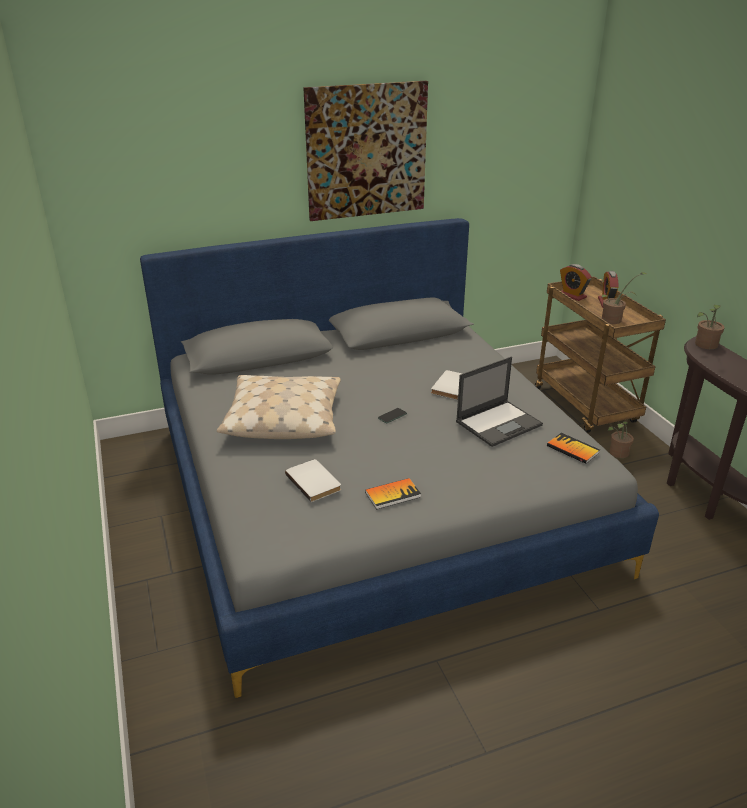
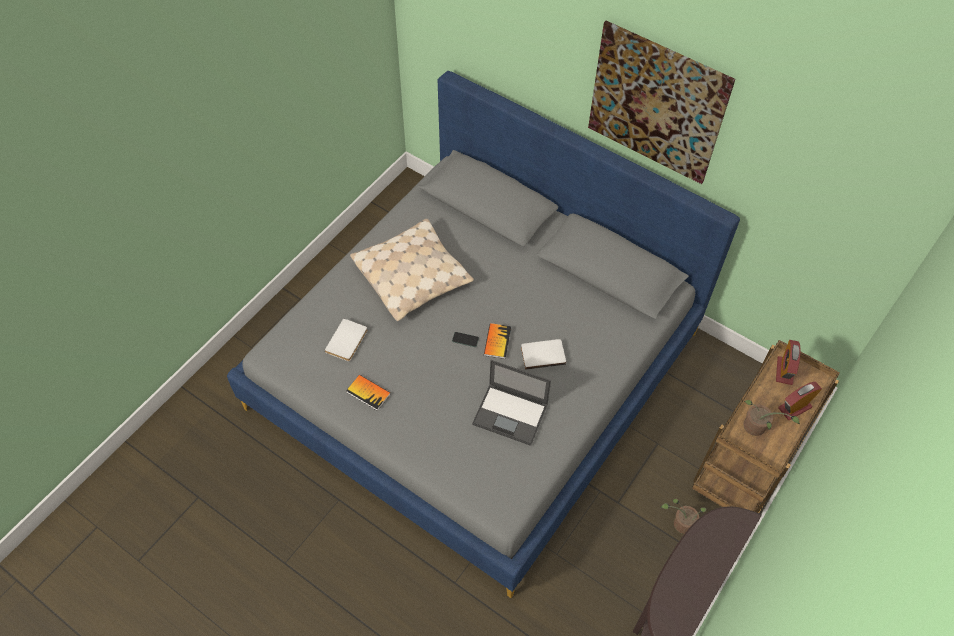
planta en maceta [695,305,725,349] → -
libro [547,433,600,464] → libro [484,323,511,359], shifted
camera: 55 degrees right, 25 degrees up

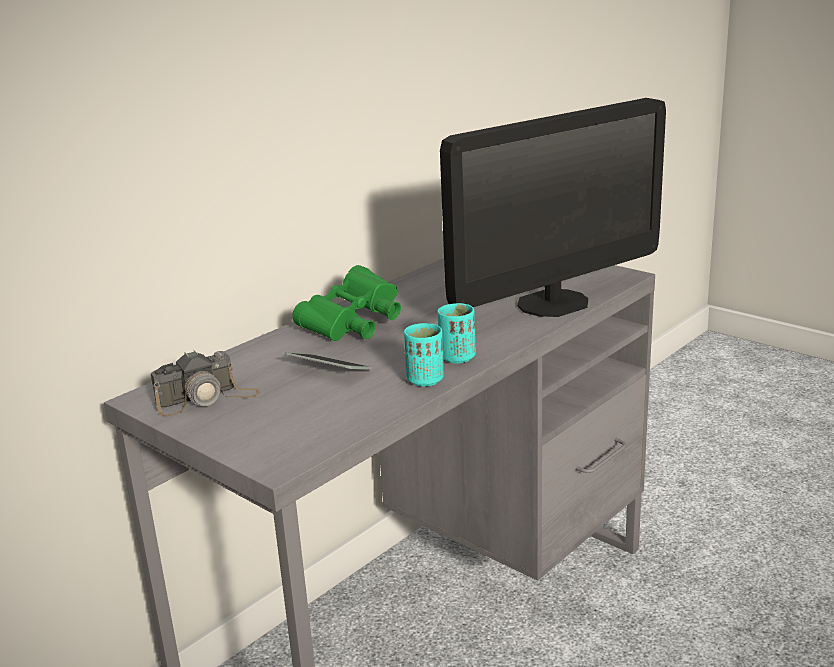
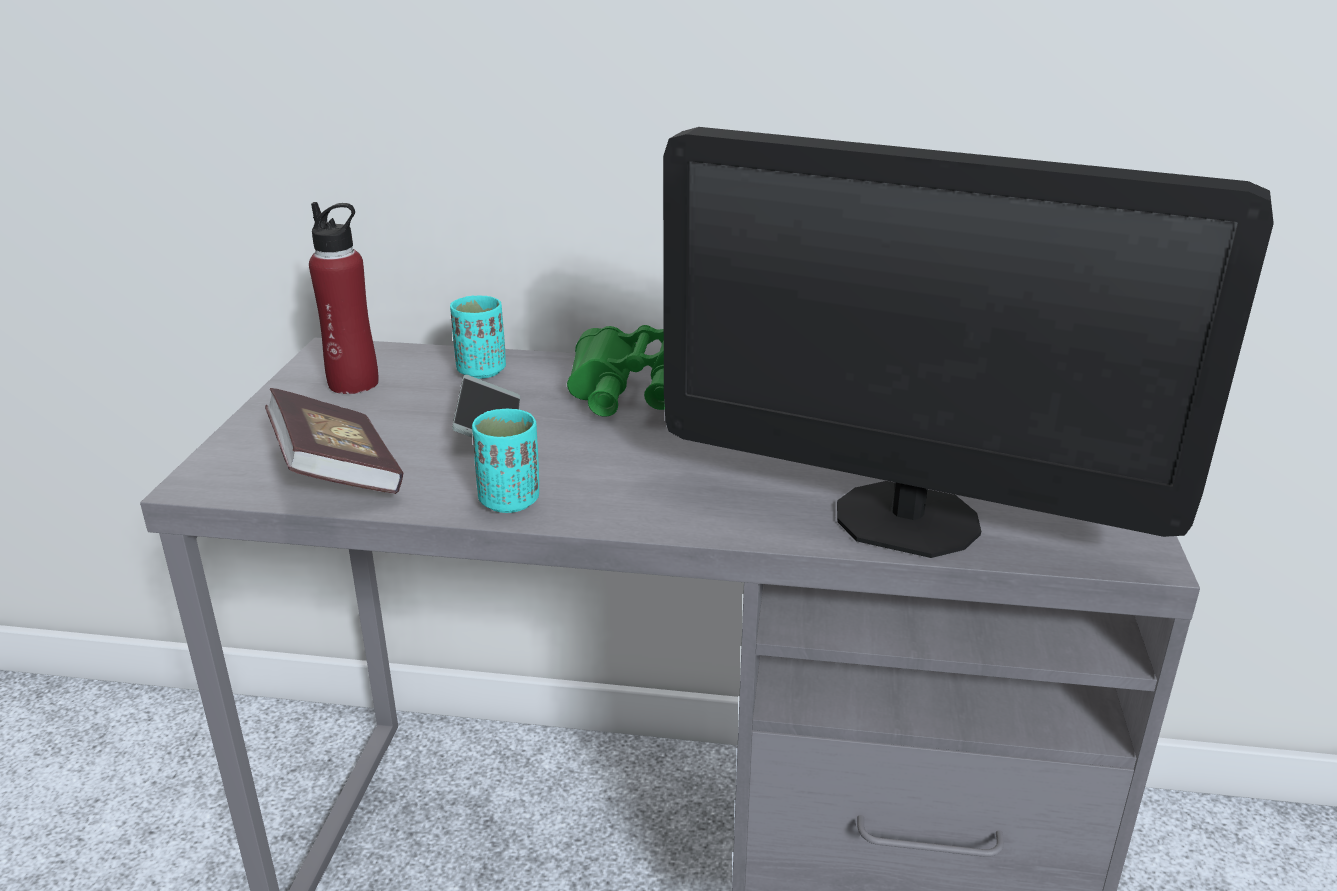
taza [turquesa] [437,303,476,363] → taza [turquesa] [450,295,506,379], shifted
cámara [151,350,260,416] → botella [rojo] [309,202,379,394]
- → libro [265,388,403,494]
camera: 55 degrees right, 5 degrees up

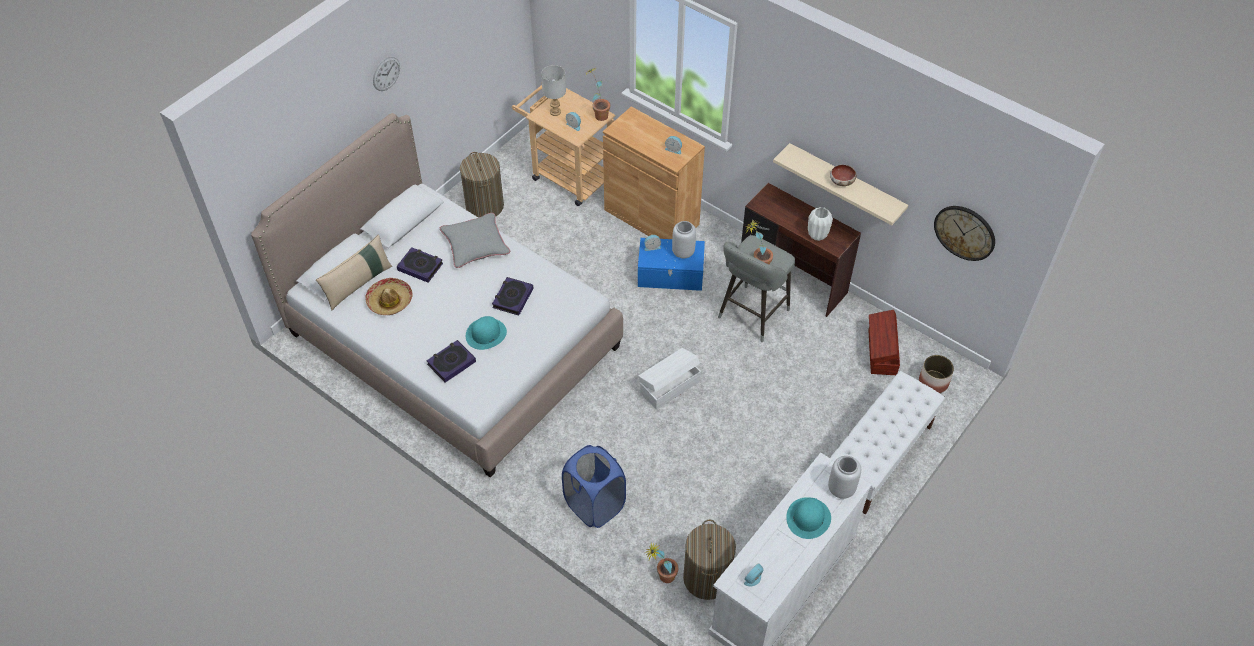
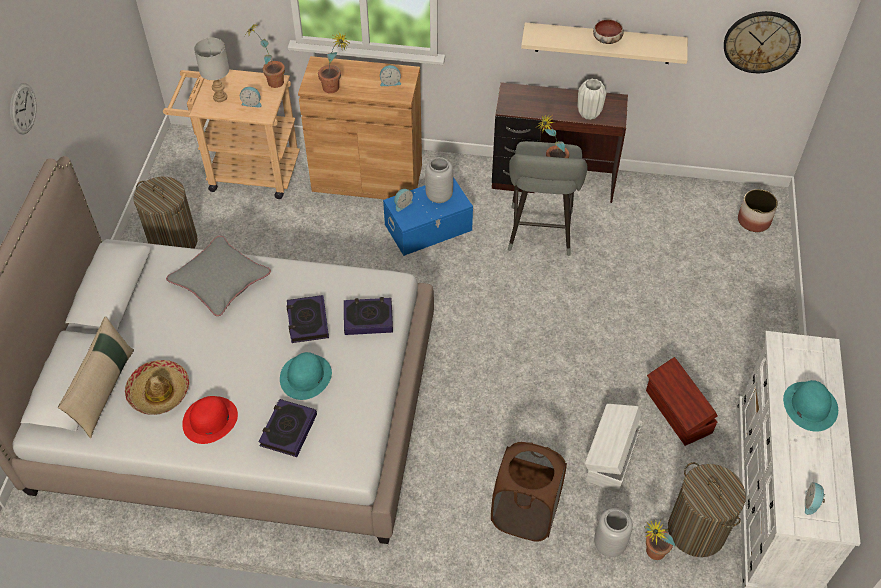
libro [397,247,443,283] → libro [344,297,393,335], shifted
caja de almacenaje [marrón] [869,310,900,375] → caja de almacenaje [marrón] [646,357,718,446], shifted
caja de almacenaje [blanco] [638,348,701,410] → caja de almacenaje [blanco] [585,404,642,493], shifted
banco [blanco] [830,371,945,515] → -
cesto de la ropa [azul] [562,445,626,528] → cesto de la ropa [marrón] [491,442,567,542]
florero [gris] [828,456,861,499] → florero [gris] [594,508,633,557], shifted
- → planta en maceta [318,31,351,93]
- → sombrero [rojo] [182,396,238,444]
camera: 30 degrees left, 0 degrees up

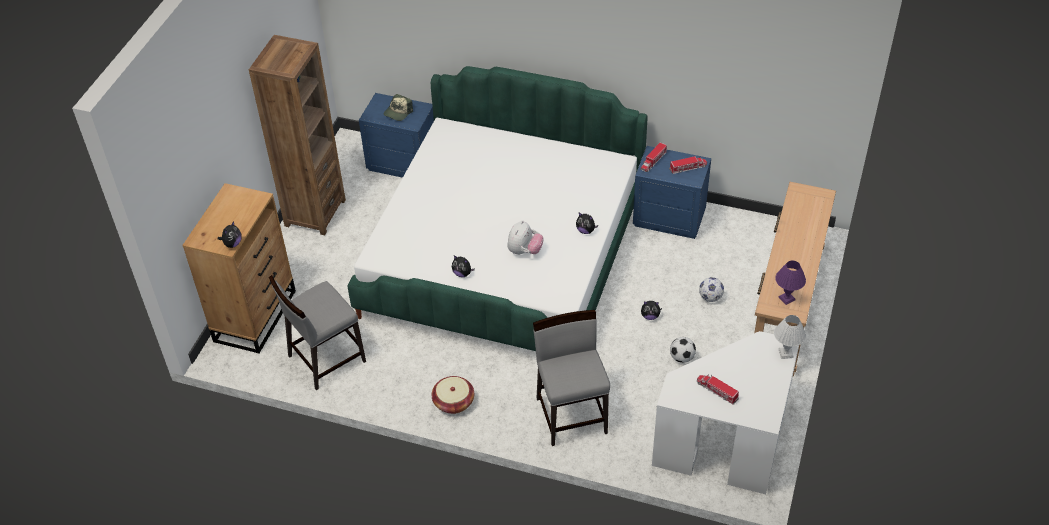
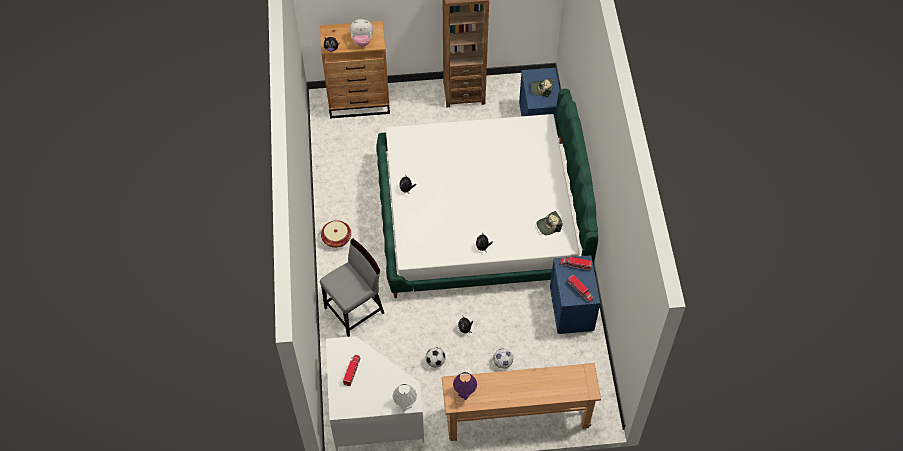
peluche [508,220,543,255] → peluche [350,19,374,47], shifted
silla [gris] [269,275,366,390] → -
- → gorra [536,211,563,235]
camera: 65 degrees right, 10 degrees up

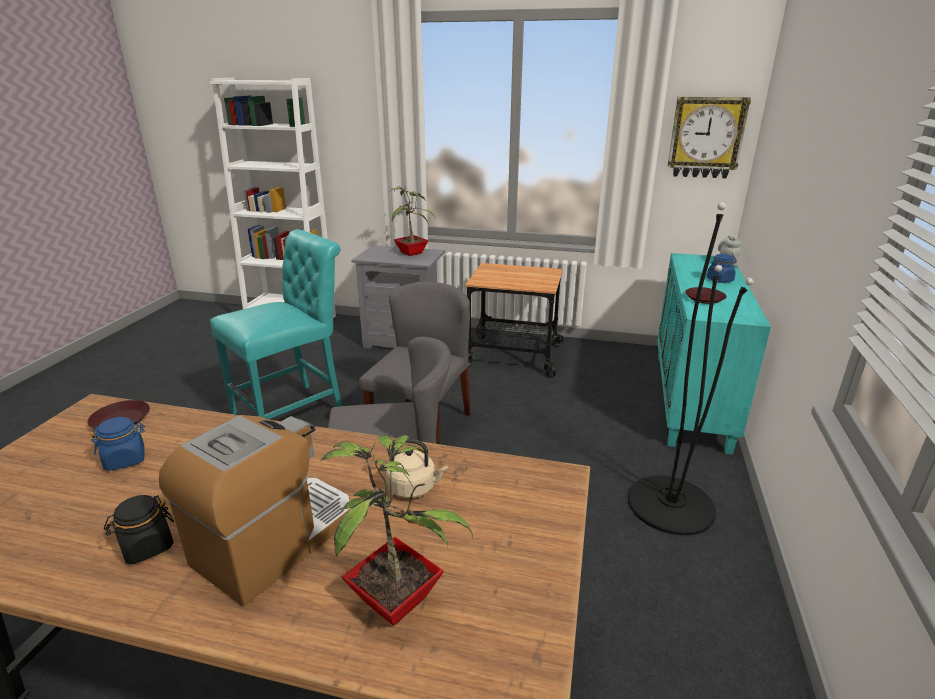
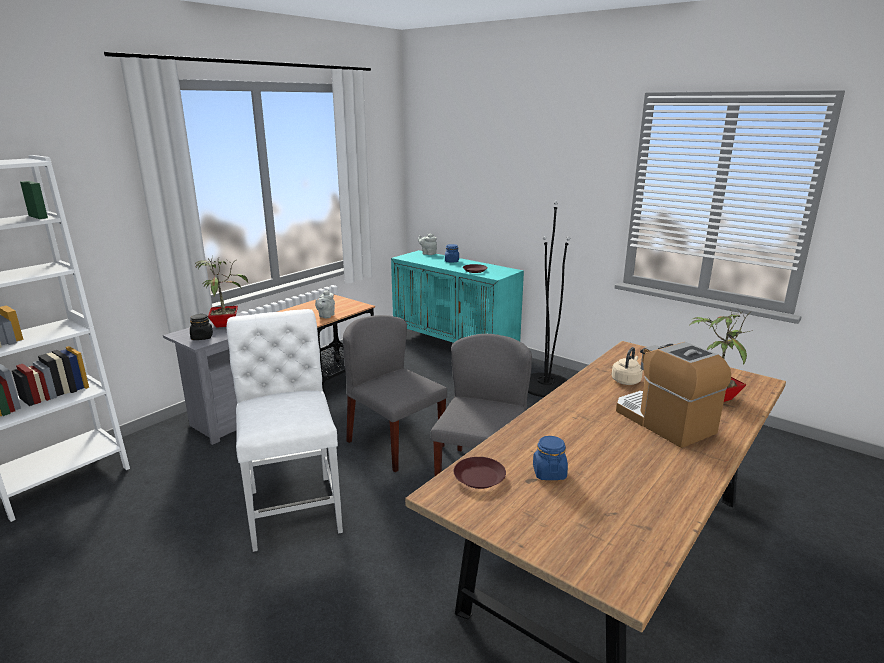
reloj de pared [667,97,751,178] → -
silla [turquesa] [210,229,342,419] → silla [blanco] [227,309,343,552]
tarro [negro] [104,495,174,564] → tarro [negro] [190,314,213,340], shifted
- → tetera [gris] [315,289,335,318]
camera: 65 degrees left, 5 degrees down

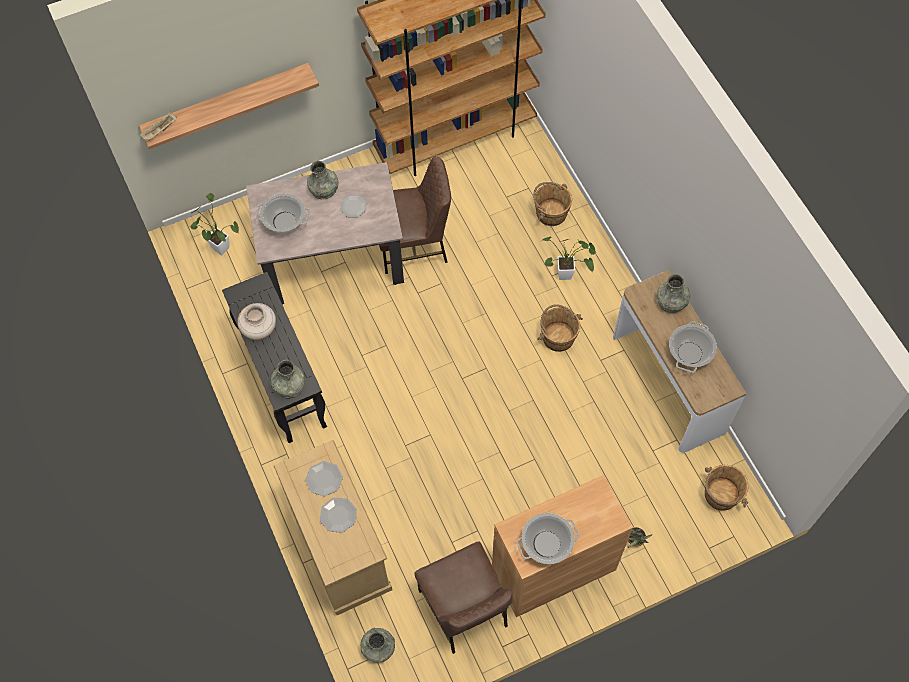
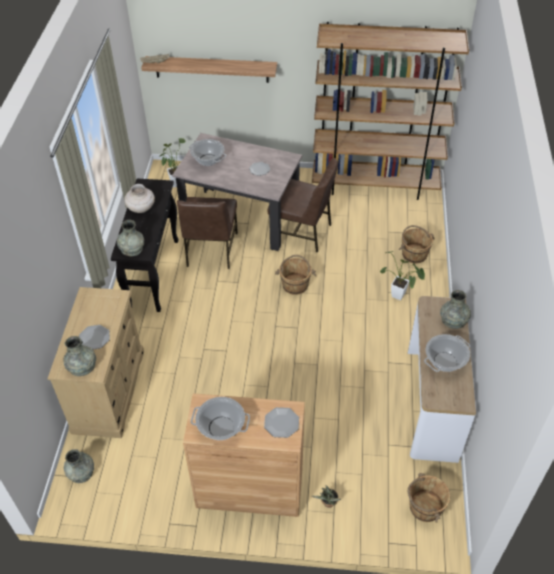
florero [gris] [307,161,338,199] → florero [gris] [63,336,96,376], shifted
cubo [marrón] [537,304,583,352] → cubo [marrón] [275,255,317,295], shifted
plato [305,461,343,496] → plato [264,407,299,438], shifted
silla [marrón] [414,541,512,654] → silla [marrón] [177,197,238,269], shifted
camera: 30 degrees right, 15 degrees down

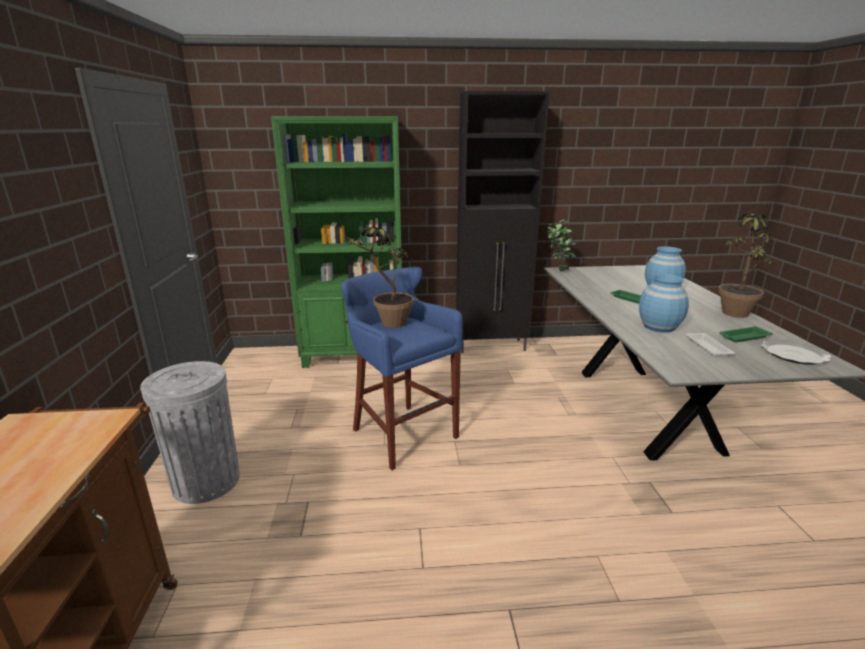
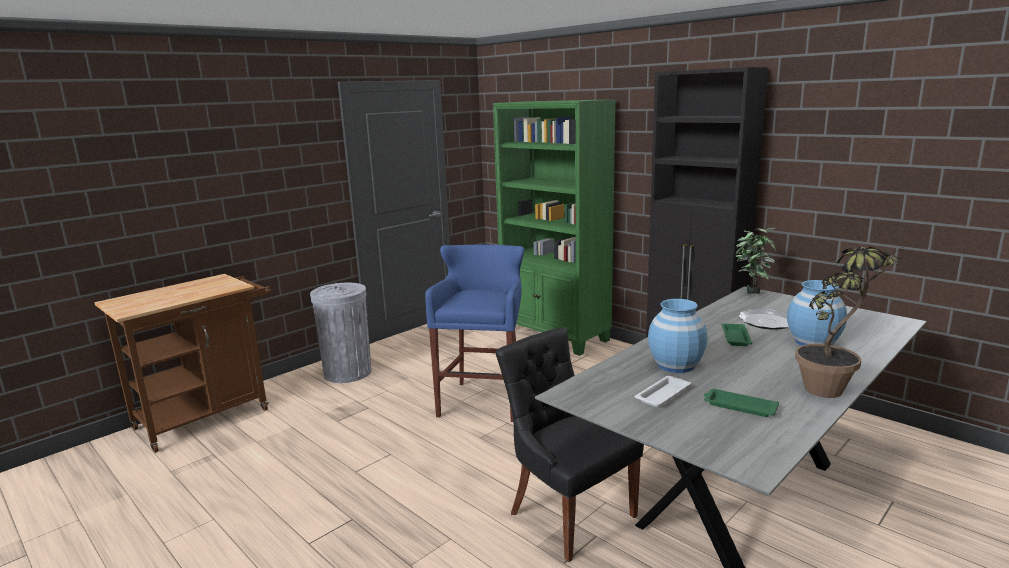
planta en maceta [344,227,414,328] → -
plato [761,339,831,365] → plato [738,309,789,330], shifted
- → silla [negro] [496,327,644,562]
camera: 50 degrees right, 5 degrees down

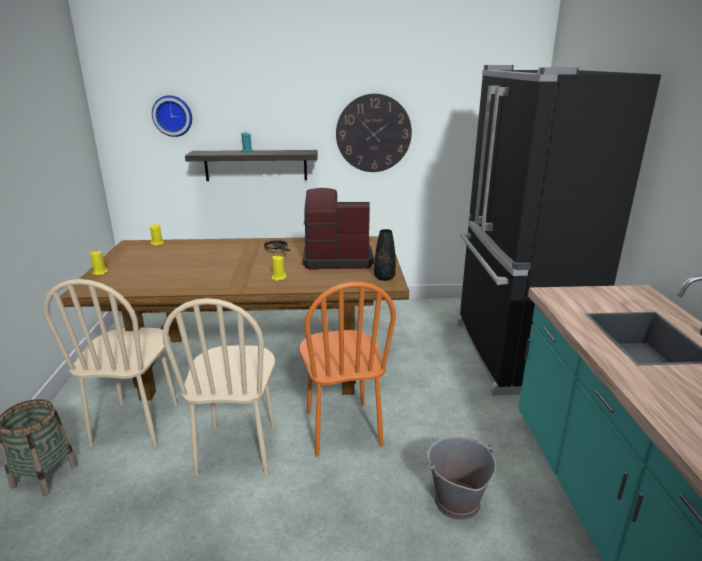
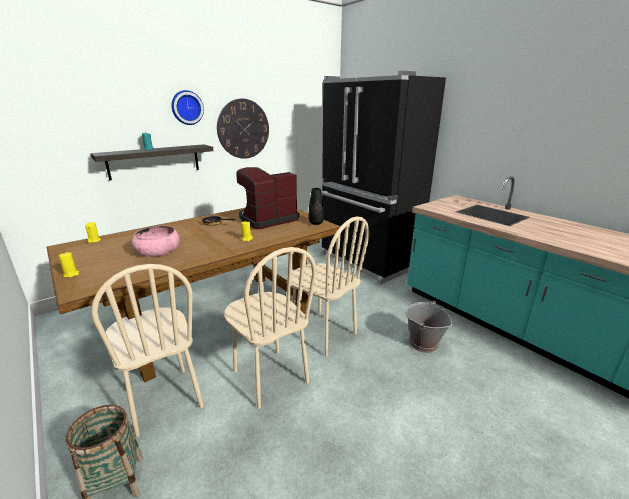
reloj de pared [152,95,192,137] → reloj de pared [171,90,204,125], shifted
silla [naranja] [299,282,396,457] → silla [beis] [287,216,369,357]
- → cuenco [rosa] [132,226,180,257]
camera: 35 degrees left, 0 degrees up

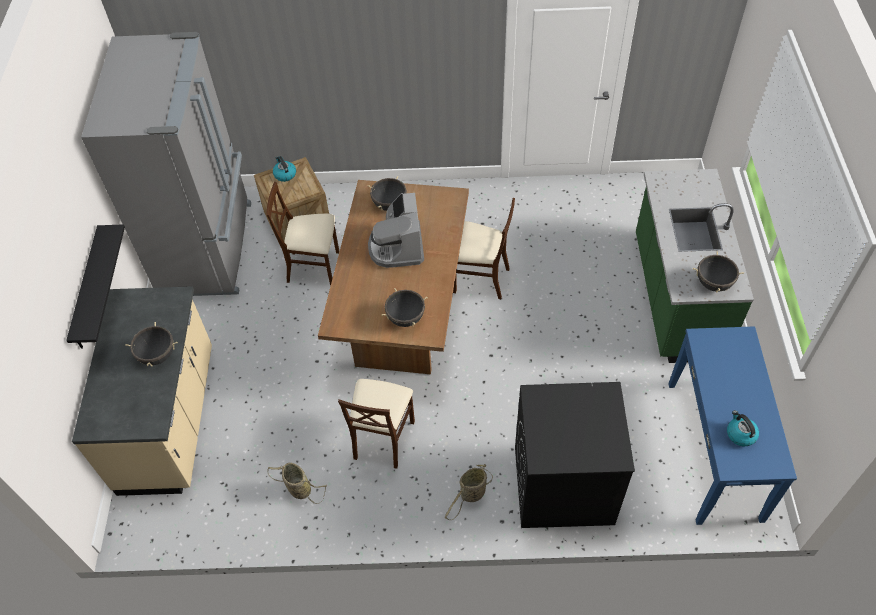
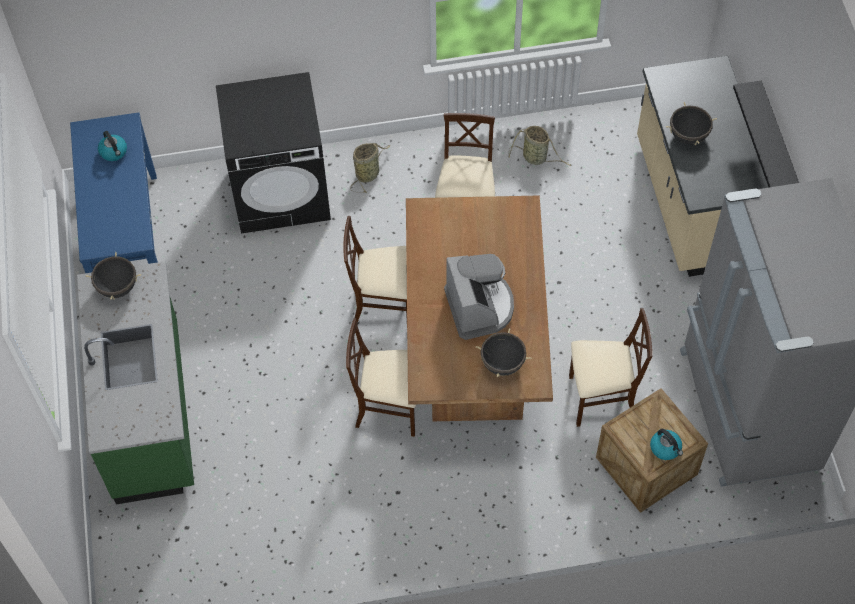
olla [negro] [382,288,428,327] → -
- → silla [beis] [343,216,407,323]
camera: 170 degrees right, 5 degrees up

